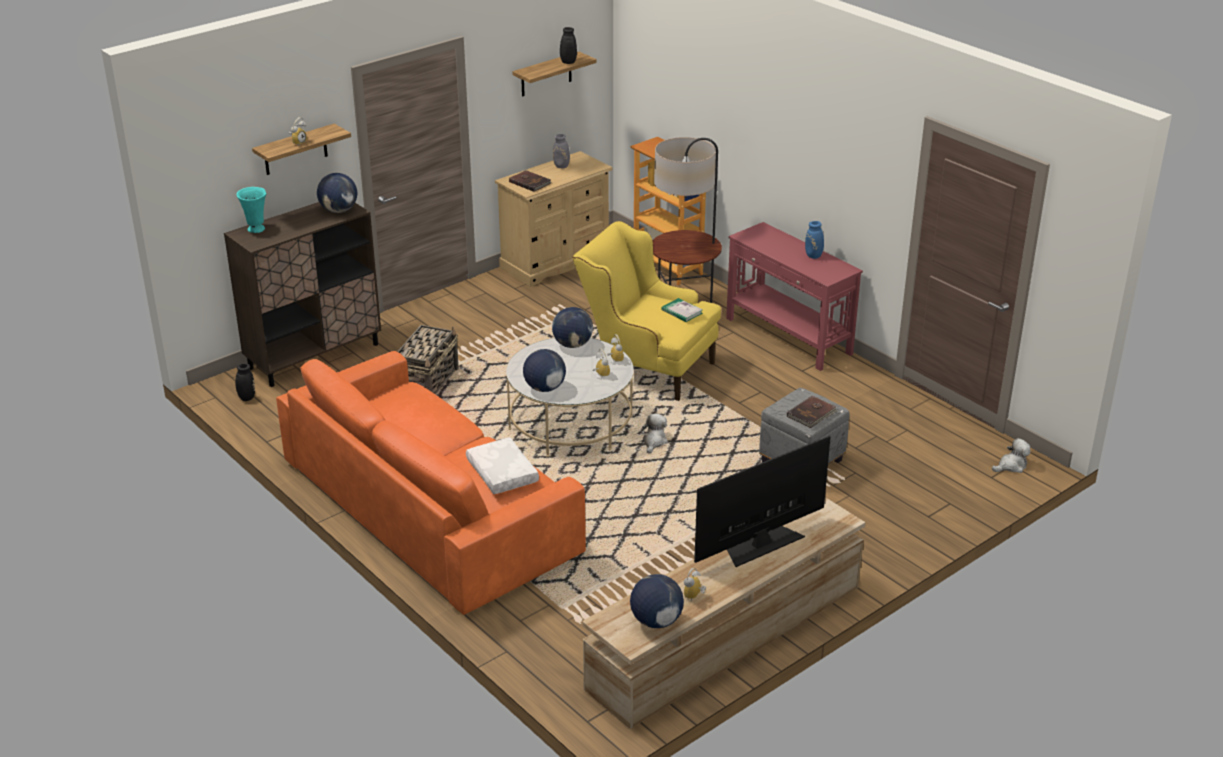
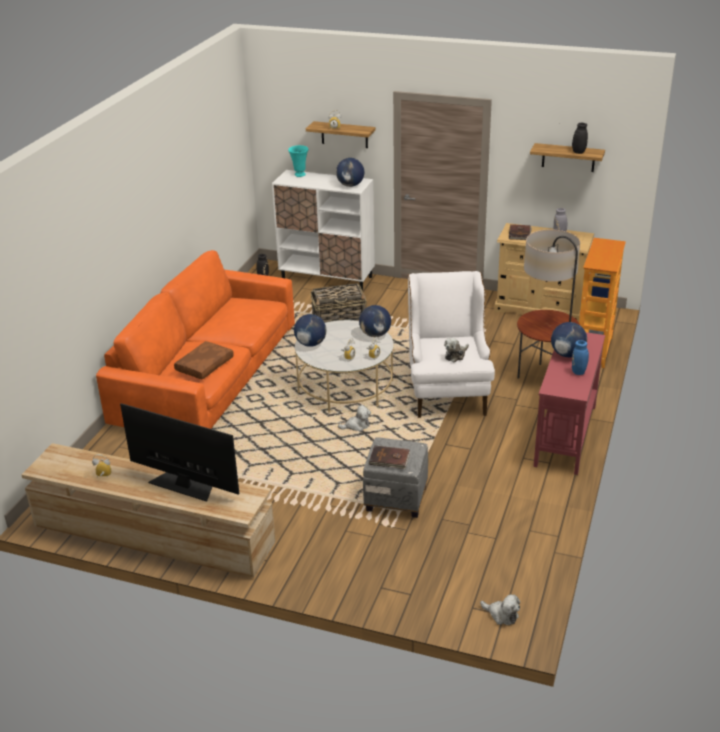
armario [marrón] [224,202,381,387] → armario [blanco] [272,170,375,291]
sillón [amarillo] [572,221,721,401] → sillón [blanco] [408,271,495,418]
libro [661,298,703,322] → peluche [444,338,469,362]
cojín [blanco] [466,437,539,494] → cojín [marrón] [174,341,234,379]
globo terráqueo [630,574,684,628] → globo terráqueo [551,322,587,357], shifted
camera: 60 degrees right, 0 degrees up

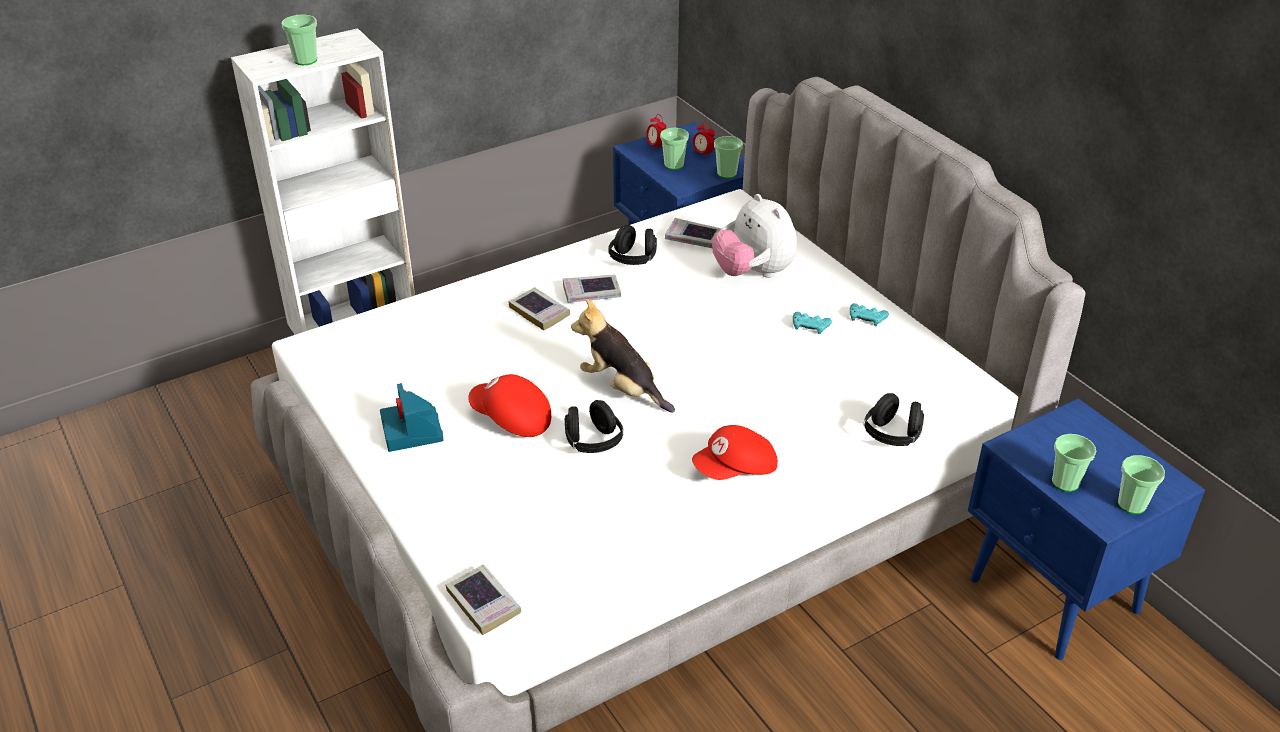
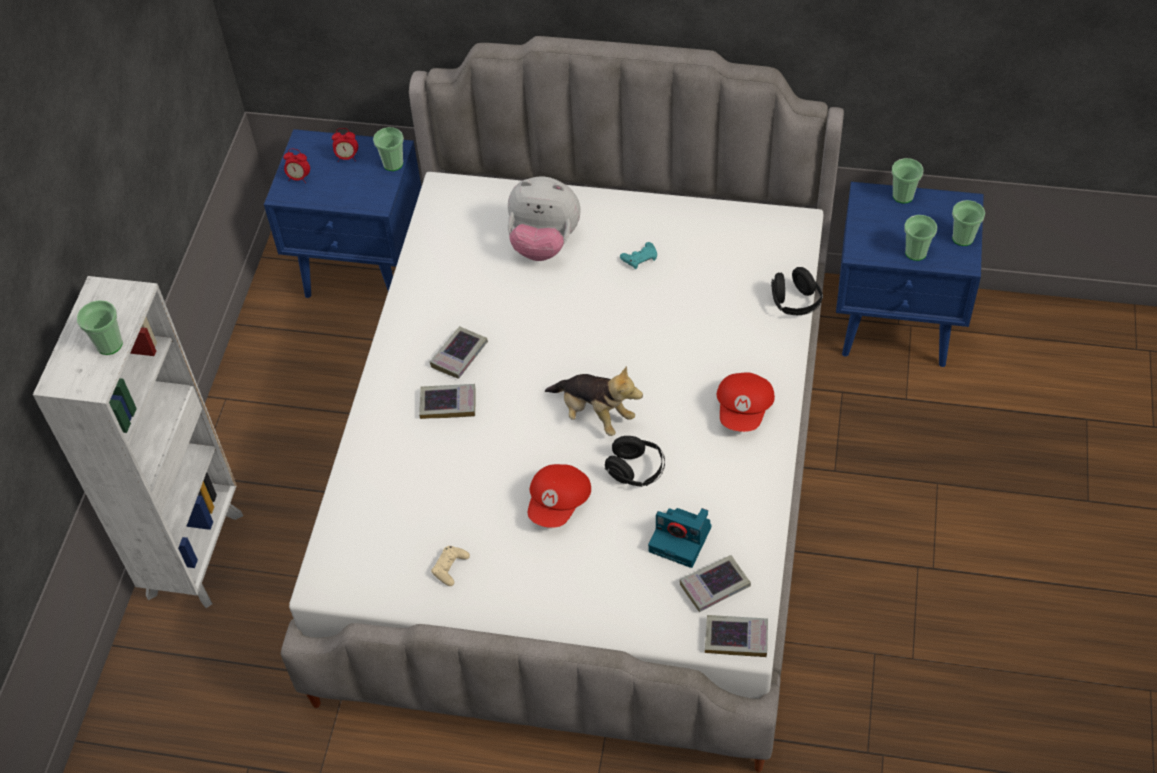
taza [660,128,689,170] → taza [892,158,924,203], shifted
libro [665,218,722,248] → libro [680,555,751,612], shifted
auriculares [negro] [608,225,657,265] → -
peluche [571,299,675,412] → peluche [545,366,643,436], 135 degrees counterclockwise
mando de consola [turquesa] [850,303,889,326] → -
gorra [rojo] [468,374,551,437] → gorra [rojo] [528,464,591,528], 45 degrees counterclockwise
cámara [380,383,444,452] → cámara [648,508,711,568], shifted
- → mando de consola [beis] [431,546,470,586]
camera: 45 degrees left, 15 degrees up

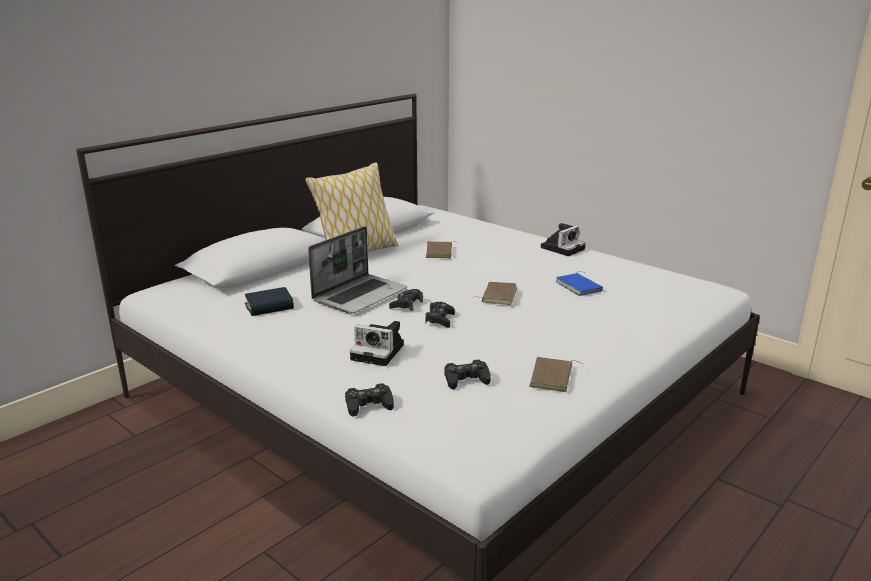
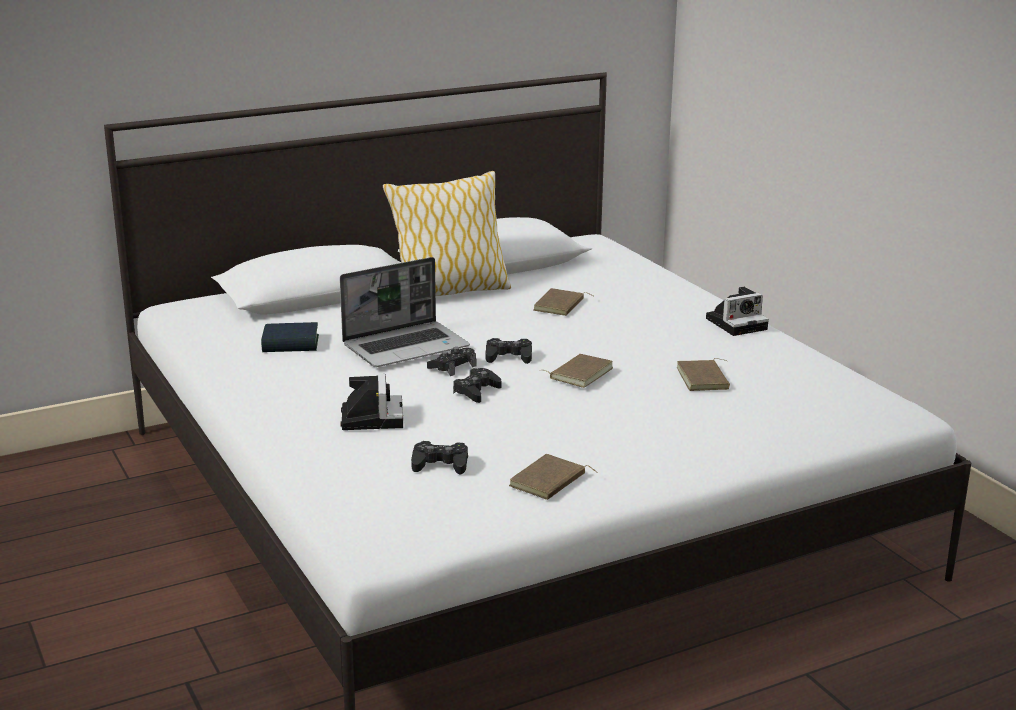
libro [azul] [556,272,603,296] → libro [marrón] [677,358,730,391]
cámara [350,321,404,366] → cámara [340,374,403,430], 135 degrees counterclockwise
mando de consola [negro] [345,383,394,416] → mando de consola [negro] [486,338,532,364], shifted
camera: 20 degrees right, 0 degrees up

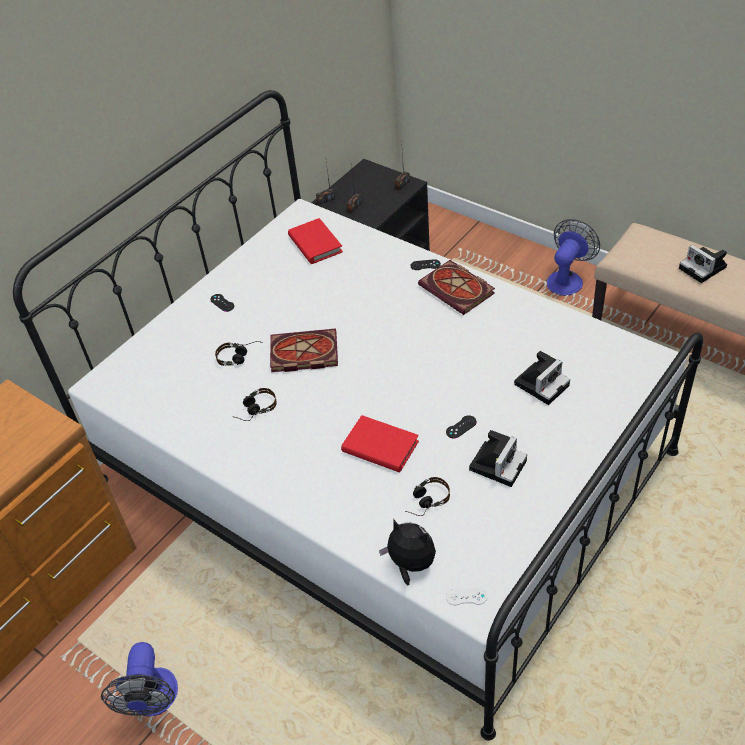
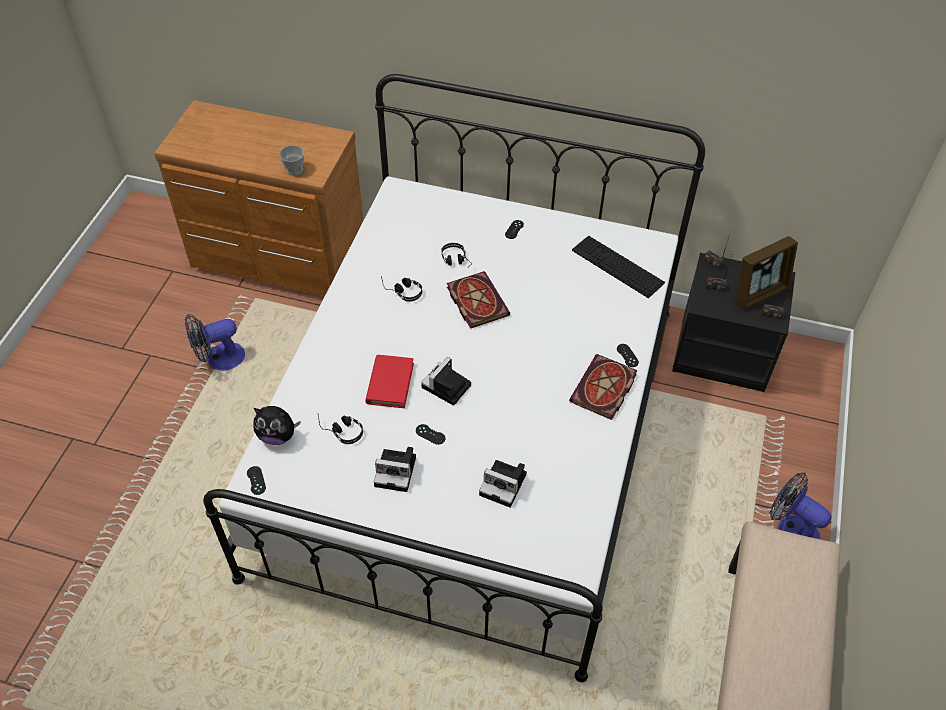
libro [rojo] [288,218,343,264] → teclado [572,236,665,298]
ventilador [547,219,600,296] → ventilador [770,472,831,539], 150 degrees counterclockwise
cámara [679,245,727,283] → cámara [421,357,471,406], shifted
peluche [379,520,436,586] → peluche [254,406,300,445], 90 degrees clockwise
mando de consola [blanco] [446,588,487,605] → mando de consola [negro] [247,466,266,495]
- → taza [279,145,304,176]
- → portarretratos [736,236,798,310]
camera: 65 degrees right, 5 degrees up

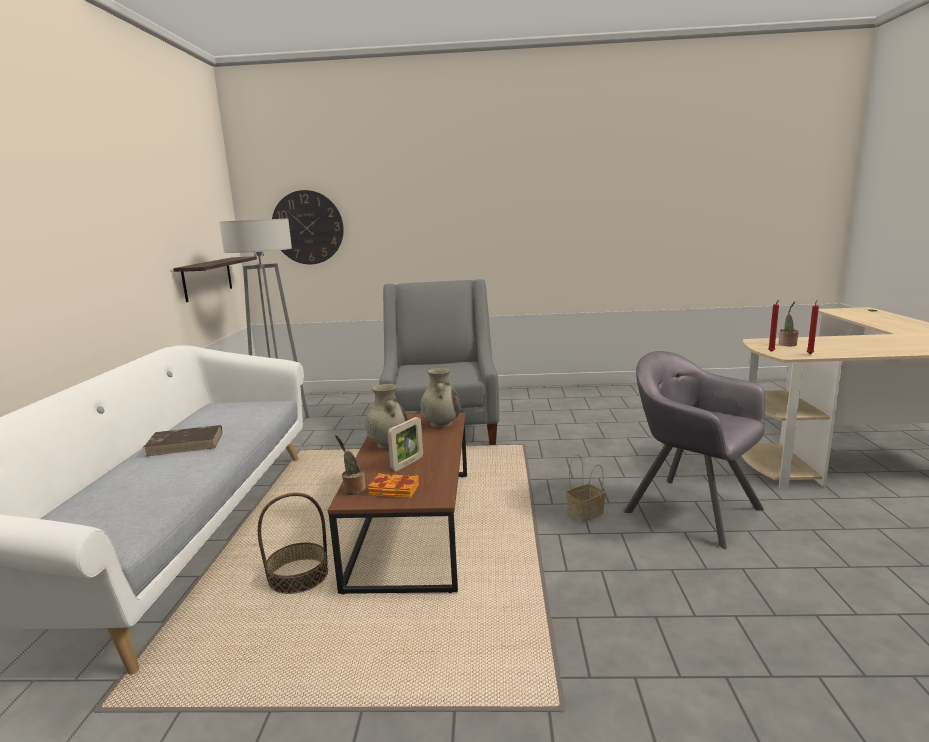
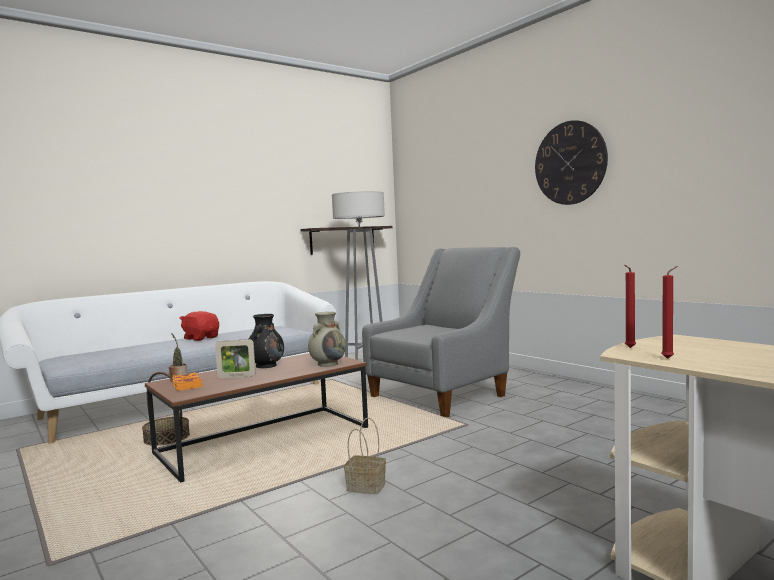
reloj de pared [272,190,344,264] → reloj de pared [535,120,608,205], shifted
planta en maceta [779,301,799,346] → -
sillón [gris] [623,351,765,549] → -
florero [beis] [365,384,409,450] → florero [negro] [249,314,284,368]
libro [marrón] [144,425,222,457] → peluche [rojo] [180,311,219,341]
camera: 50 degrees right, 10 degrees down

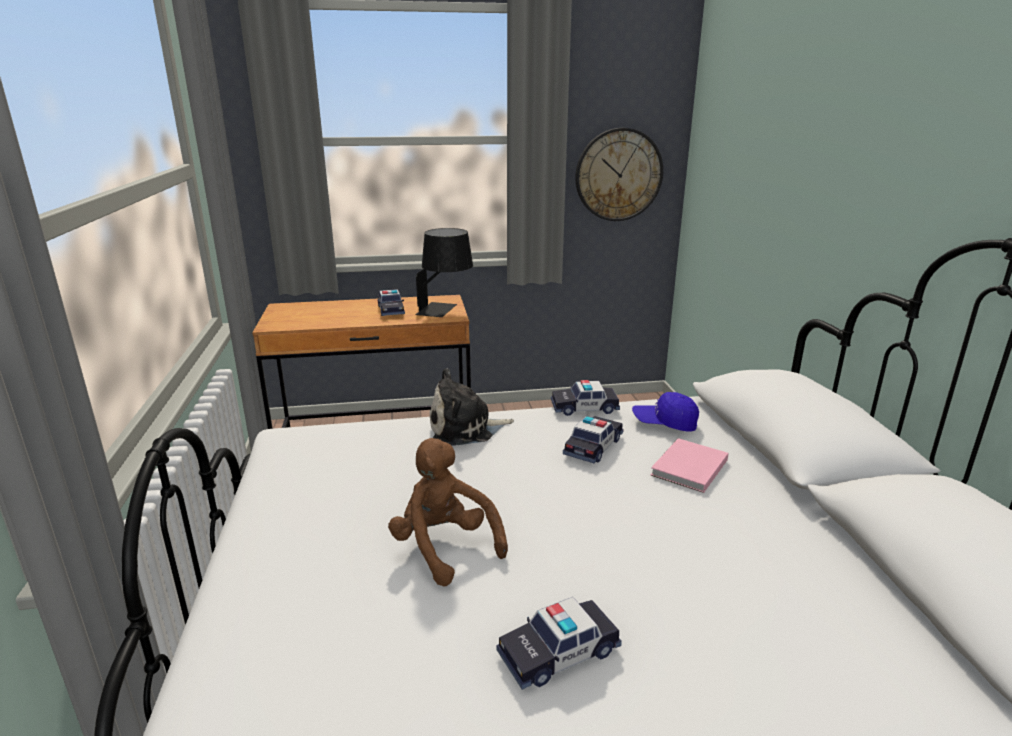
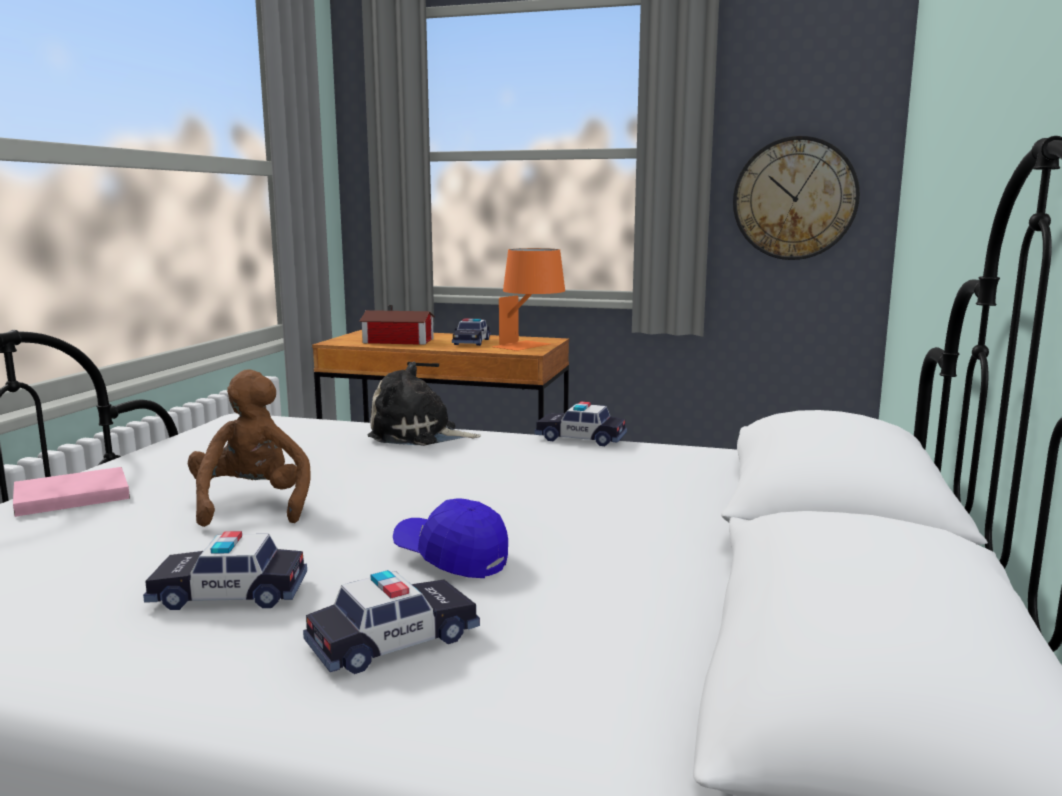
lámpara de mesa [negro] [416,228,473,317] → lámpara de mesa [naranja] [492,248,565,351]
gorra [azul] [632,392,699,431] → gorra [azul] [393,498,508,578], shifted
coche de juguete [563,416,624,463] → coche de juguete [303,570,480,674], shifted
libro [rosa] [651,438,728,493] → libro [rosa] [13,467,130,517], shifted
- → casita [359,305,435,345]
camera: 25 degrees right, 10 degrees down

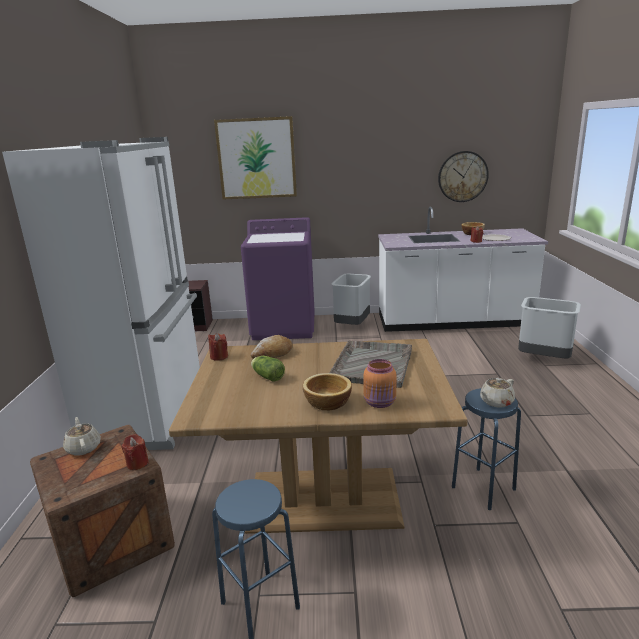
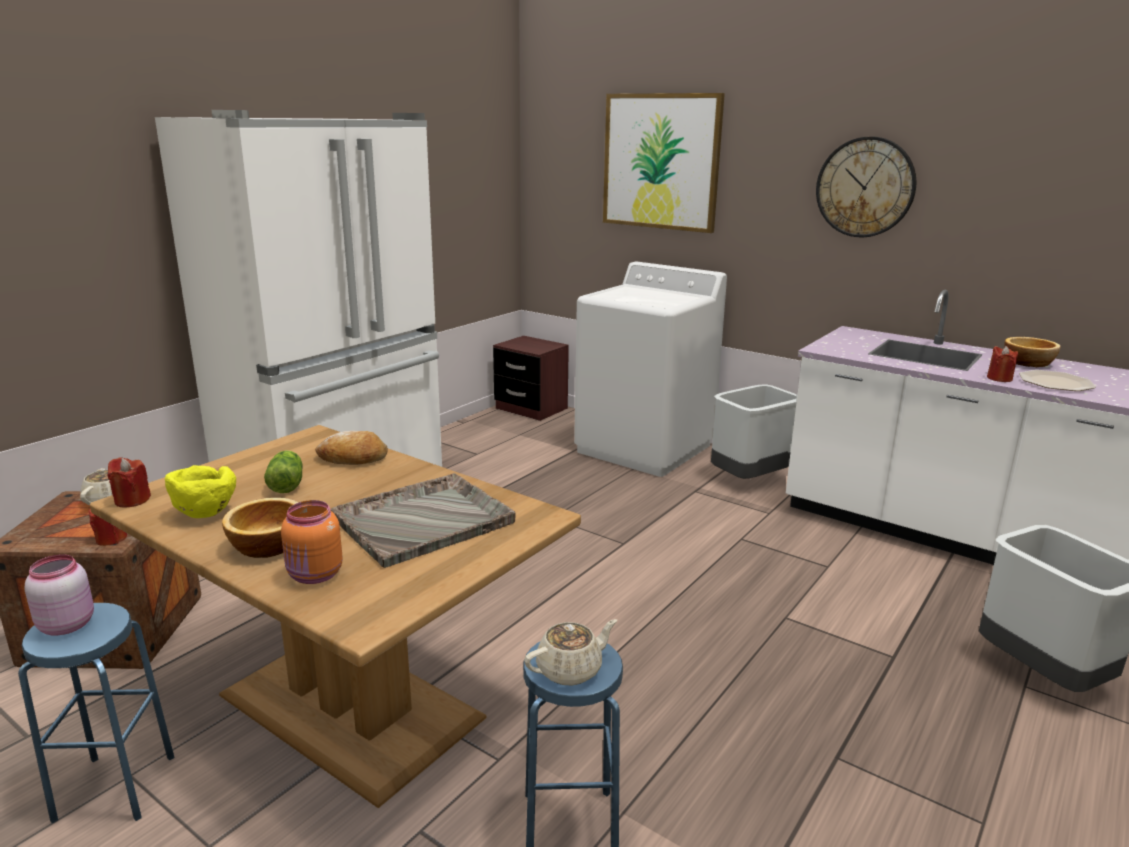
reloj de pared [438,151,489,202] → reloj de pared [816,136,916,237], shifted
lavadora [morado] [241,217,315,340] → lavadora [blanco] [574,261,727,477]
vela [rojo] [208,333,228,361] → vela [rojo] [107,457,151,508], shifted
tetera [beis] [480,378,515,408] → tetera [beis] [524,619,617,685], 150 degrees clockwise
- → cuenco [amarillo] [165,465,236,518]
- → tarro [rosa] [25,555,94,635]
camera: 35 degrees right, 0 degrees up

